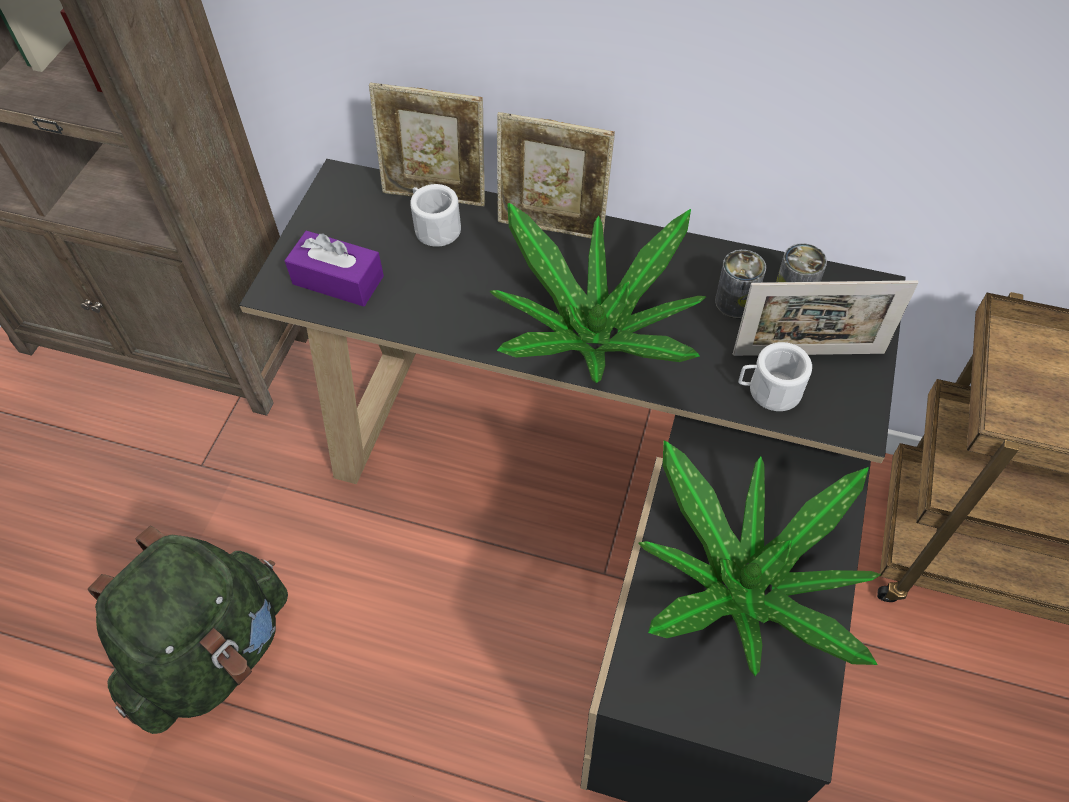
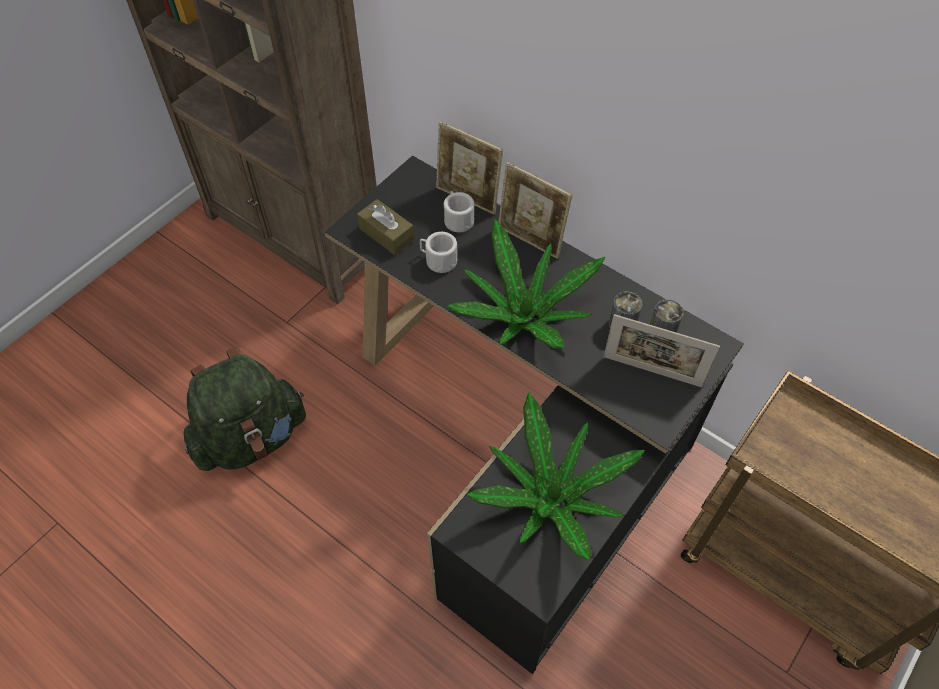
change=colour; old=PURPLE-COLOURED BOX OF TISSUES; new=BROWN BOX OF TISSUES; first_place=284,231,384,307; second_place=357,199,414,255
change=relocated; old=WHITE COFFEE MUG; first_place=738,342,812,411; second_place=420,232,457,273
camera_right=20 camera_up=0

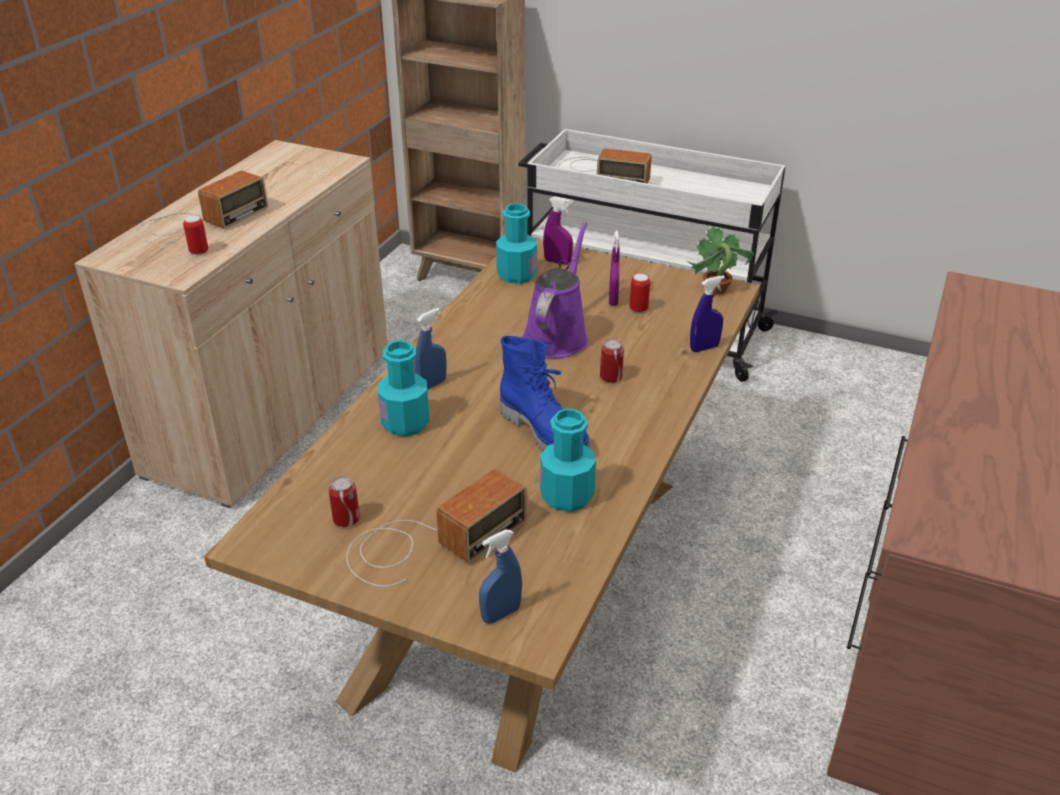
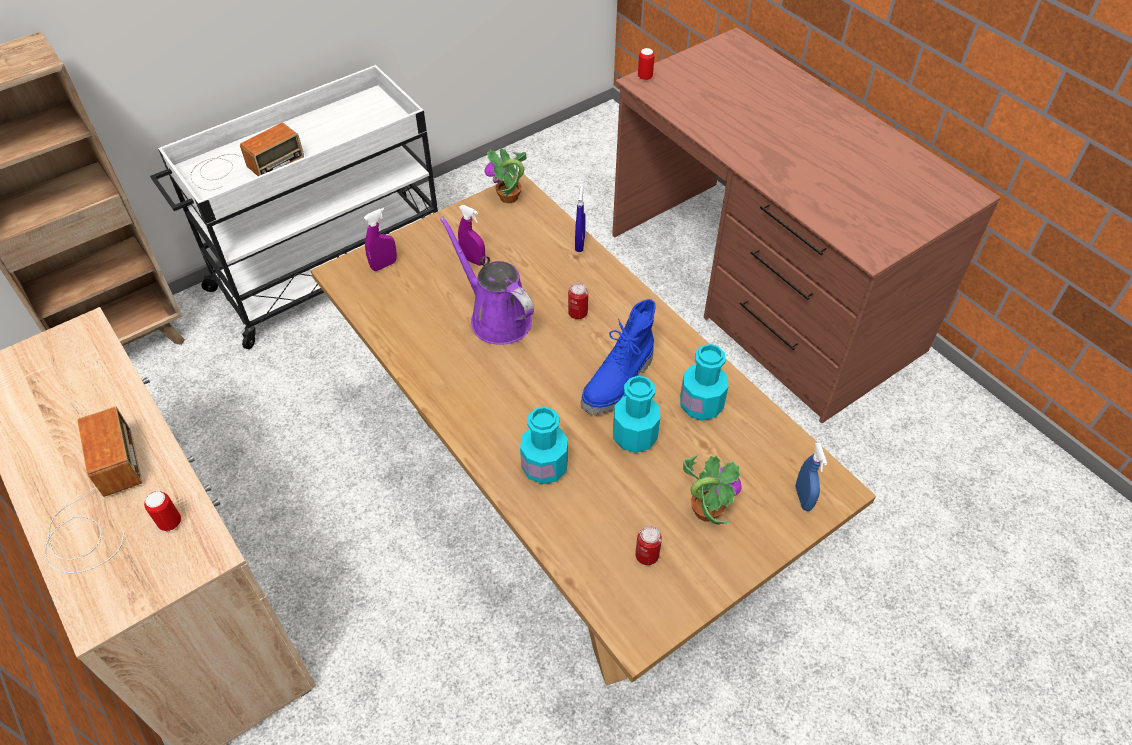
change=relocated; old=TURQUOISE BOTTLE; first_place=496,203,537,284; second_place=613,375,660,453
change=relocated; old=CAN; first_place=629,274,650,313; second_place=638,48,655,80
change=missing; old=BLUE-COLOURED SPRAYER; first_place=414,308,447,390
change=spun; old=BLUE-COLOURED HIGH-TOP BOOT; first_place=500,336,590,452; second_place=581,299,656,415; degrees=135
change=exchanged; old=RADIO RECEIVER; new=HOUSEPLANT; first_place=346,469,527,587; second_place=683,454,742,525
camera_right=-60 camera_up=15

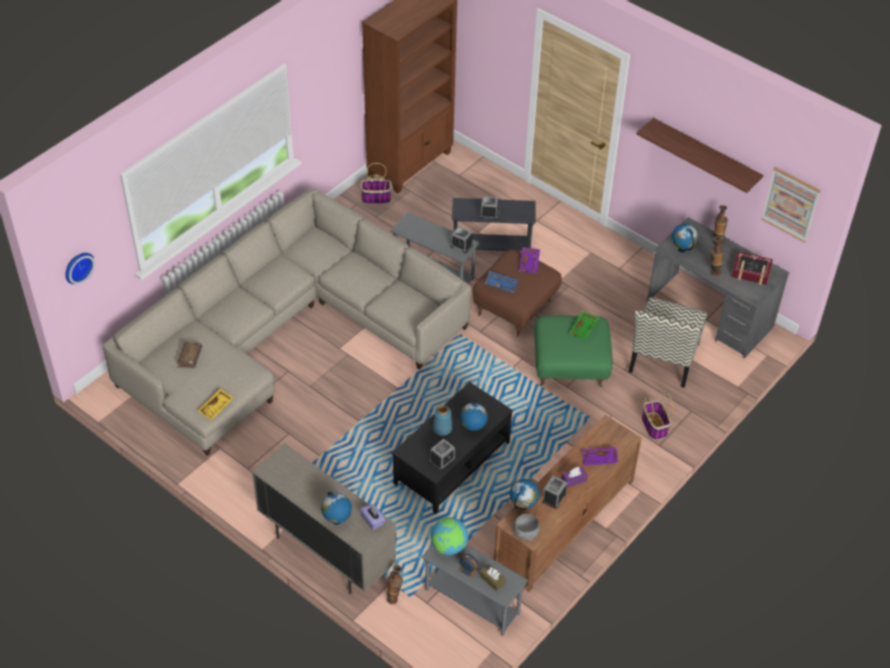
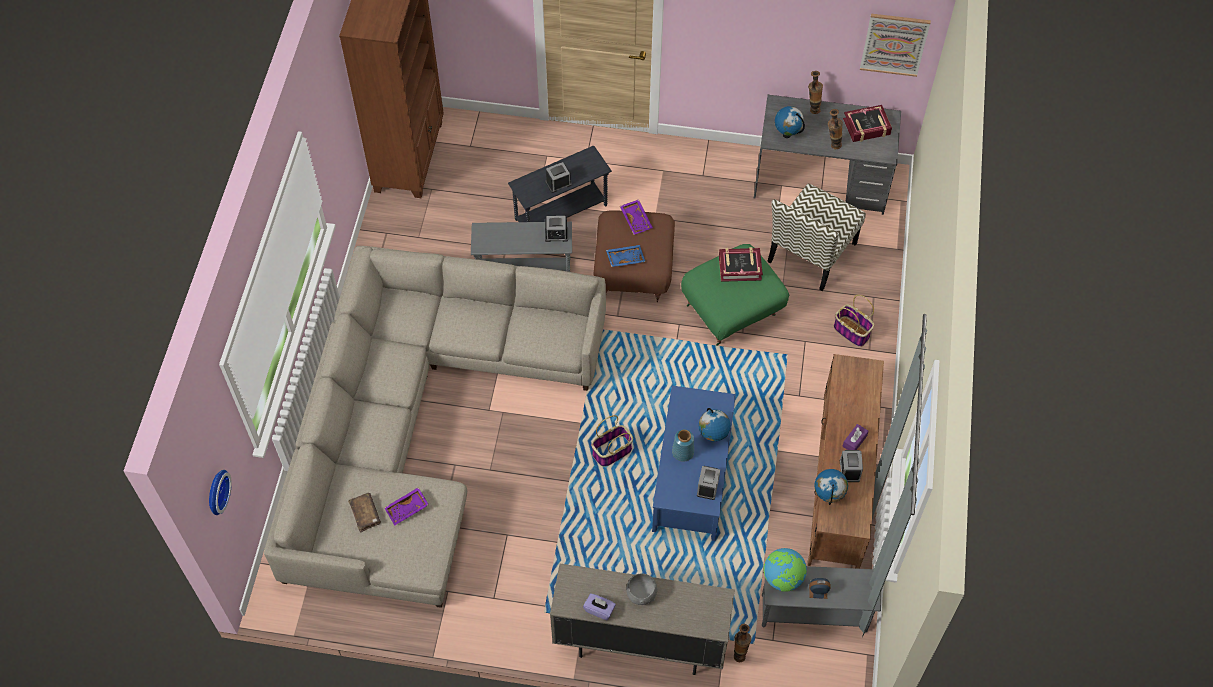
change=missing; old=BRACKET SHELF; first_place=637,118,763,193
change=relocated; old=HOUSEHOLD BASKET; first_place=360,163,391,204; second_place=591,415,633,467
change=spun; old=UPRIGHT CHAIR; first_place=629,297,707,388; second_place=767,184,866,291; degrees=45
change=exchanged; old=GREEN TRAY; new=BOOK; first_place=569,311,599,340; second_place=719,247,763,282
change=colour; old=BLACK-COLOURED COFFEE TABLE; new=BLUE-COLOURED COFFEE TABLE; first_place=392,382,513,514; second_place=652,386,736,541
change=missing; old=YELLOW TRAY; first_place=198,389,234,420
change=relocated; old=PURPLE-COLOURED TRAY; first_place=582,447,618,465; second_place=384,487,429,526
change=missing; old=GLOBE; first_place=321,492,352,525
change=relocated; old=PURPLE-COLOURED BOX OF TISSUES; first_place=360,504,386,530; second_place=583,593,616,620
change=relocated; old=GREYISH DEEP DISH; first_place=513,514,540,541; second_place=626,573,658,605
change=missing; old=BROWN BOX OF TISSUES; first_place=480,564,506,591
camera_right=-30 camera_up=10

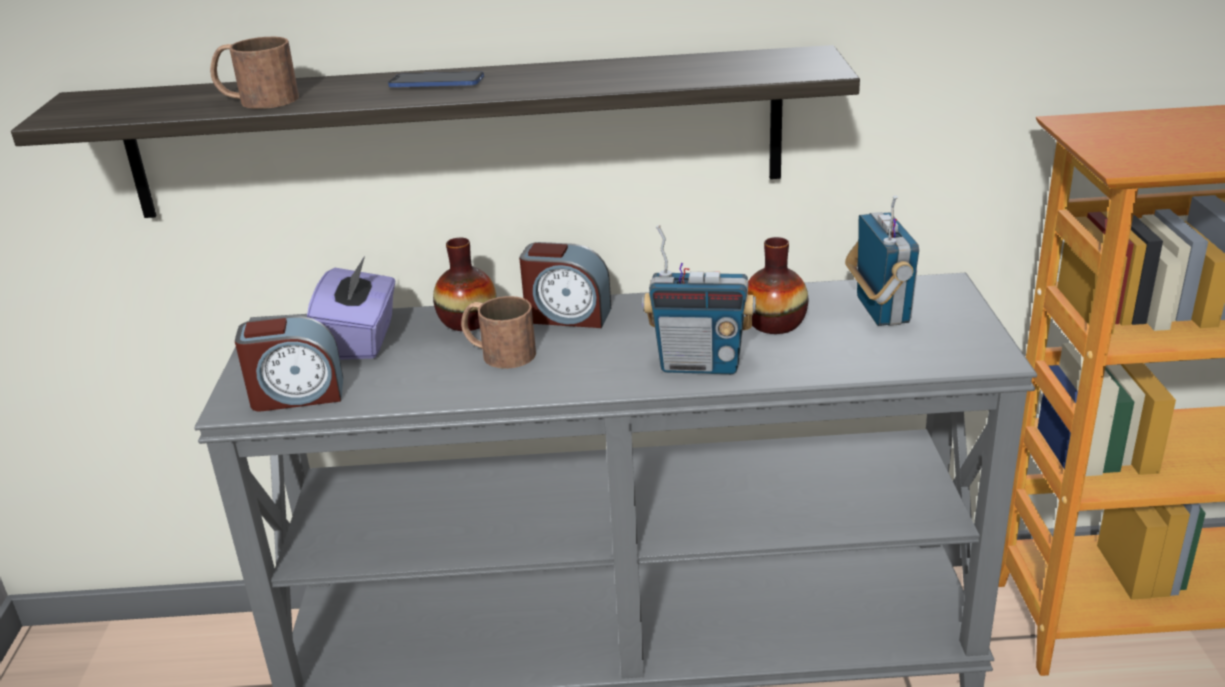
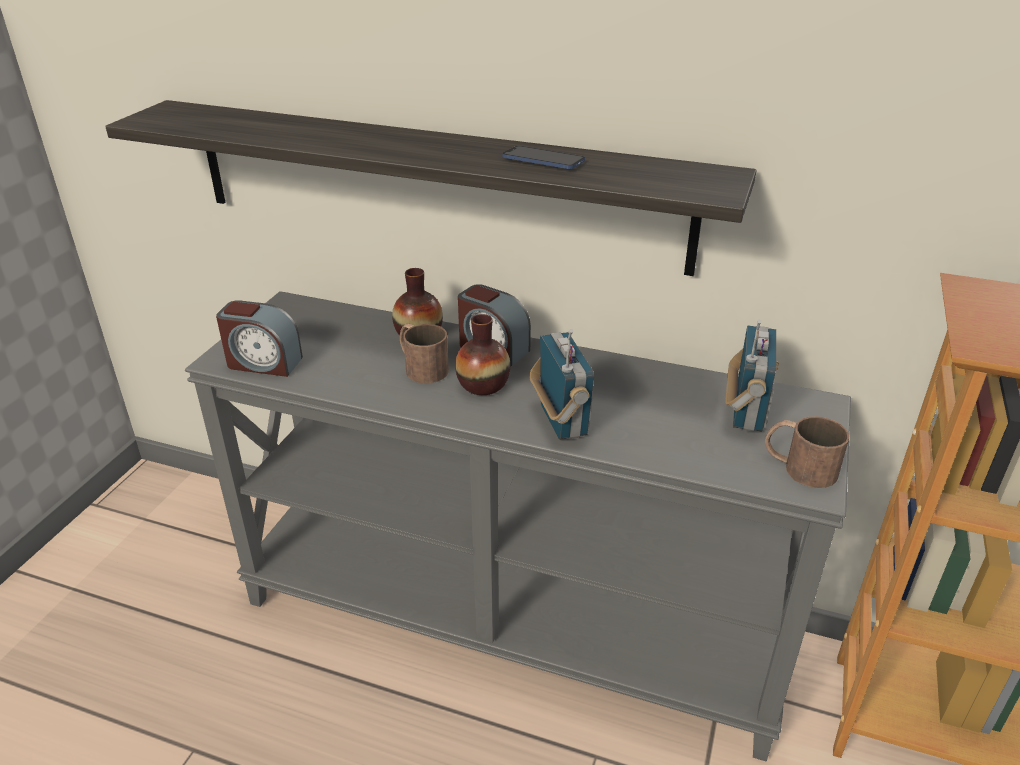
change=relocated; old=BROWN COFFEE MUG; first_place=210,37,299,109; second_place=765,416,849,488
change=relocated; old=TELEPHONE; first_place=388,71,484,87; second_place=502,146,585,169
change=spun; old=RADIO RECEIVER; first_place=642,225,756,374; second_place=529,329,594,440; degrees=-135
change=relocated; old=FLOWER VASE; first_place=746,237,808,334; second_place=455,314,510,395
change=missing; old=PURPLE-COLOURED BOX OF TISSUES; first_place=307,256,395,360
camera_right=20 camera_up=5

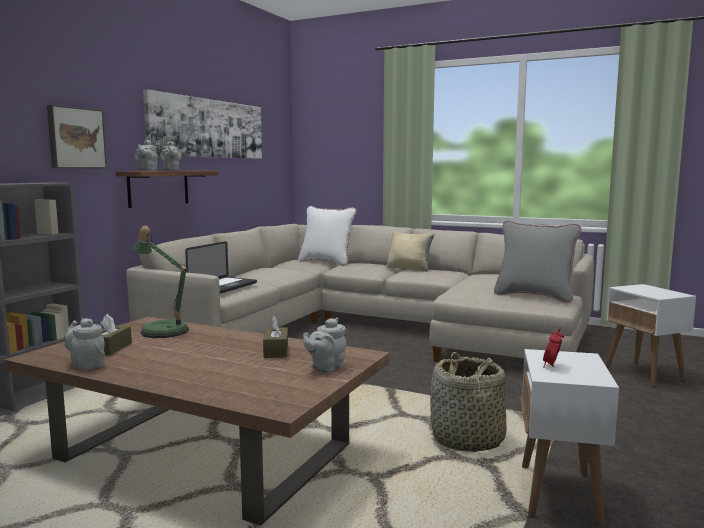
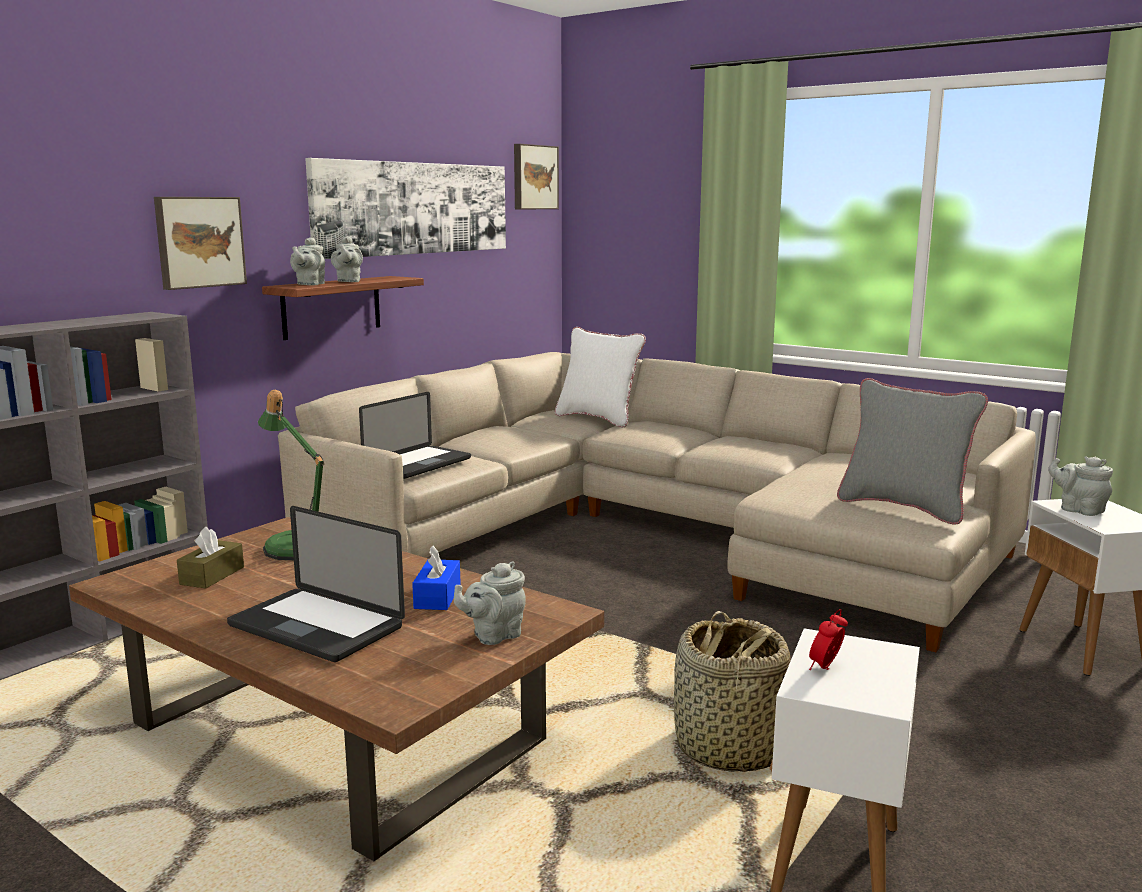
change=missing; old=BEIGE-COLOURED CUSHION; first_place=387,231,435,272
change=colour; old=BROWN BOX OF TISSUES; new=BLUE-COLOURED BOX OF TISSUES; first_place=263,316,288,358; second_place=412,545,461,610
change=relocated; old=GREYISH POT FOR TEA; first_place=64,318,105,370; second_place=1048,456,1113,516
change=appeared; new=WALL PICTURE; second_place=514,144,559,210
change=appeared; new=PORTABLE COMPUTER; second_place=227,506,405,662
camera_right=10 camera_up=5

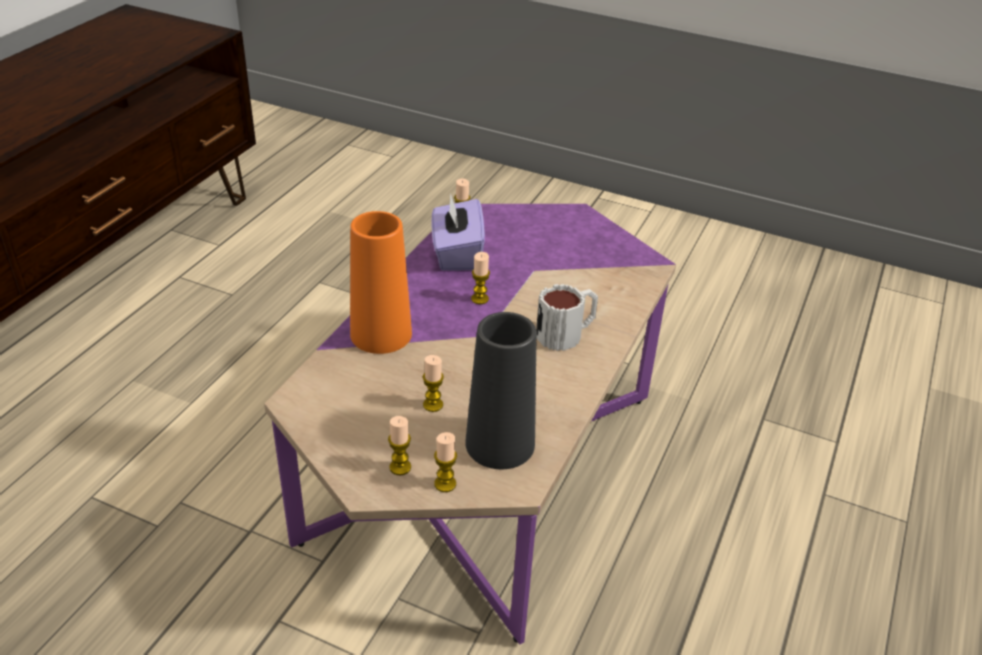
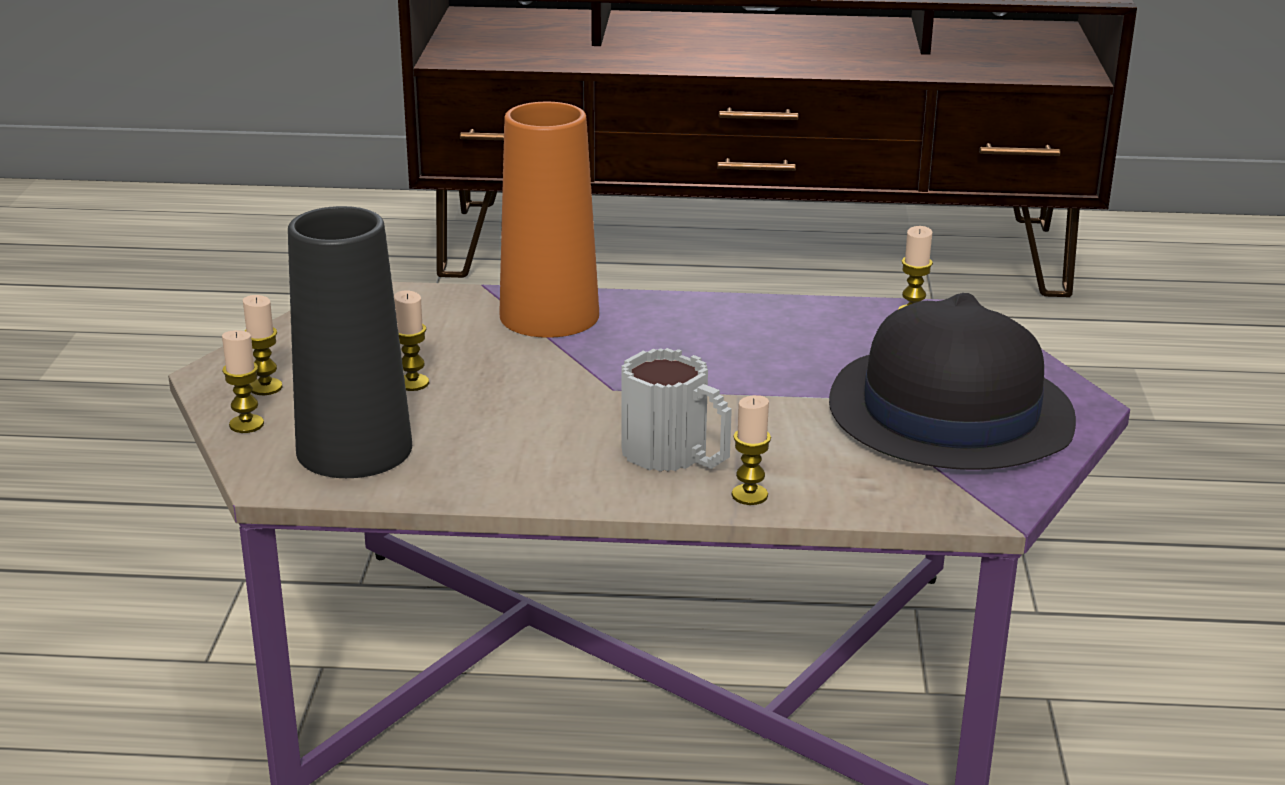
change=missing; old=PURPLE-COLOURED BOX OF TISSUES; first_place=432,193,485,271
change=relocated; old=WAX LIGHT; first_place=471,252,490,304; second_place=732,395,771,505
change=appeared; new=BLACK-COLOURED WEARABLE HAT; second_place=829,293,1076,470
camera_right=70 camera_up=-10

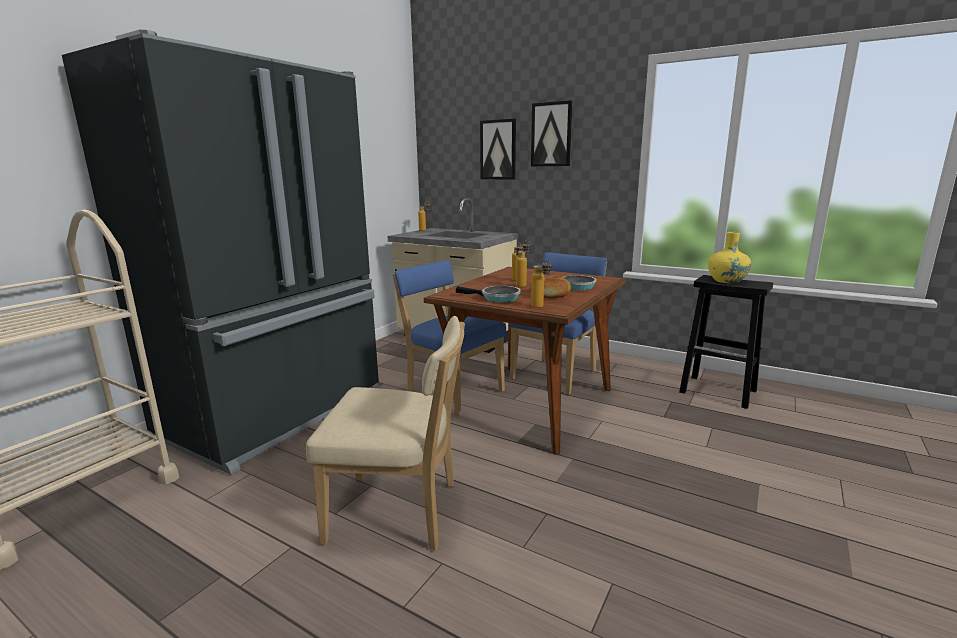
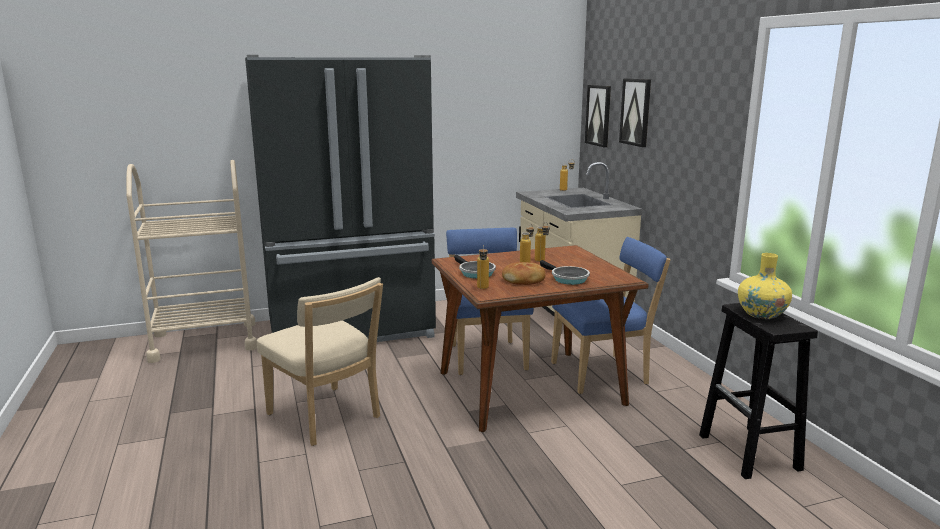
change=relocated; old=WALL PICTURE; first_place=531,100,572,166; second_place=585,85,611,147
camera_right=40 camera_up=0

